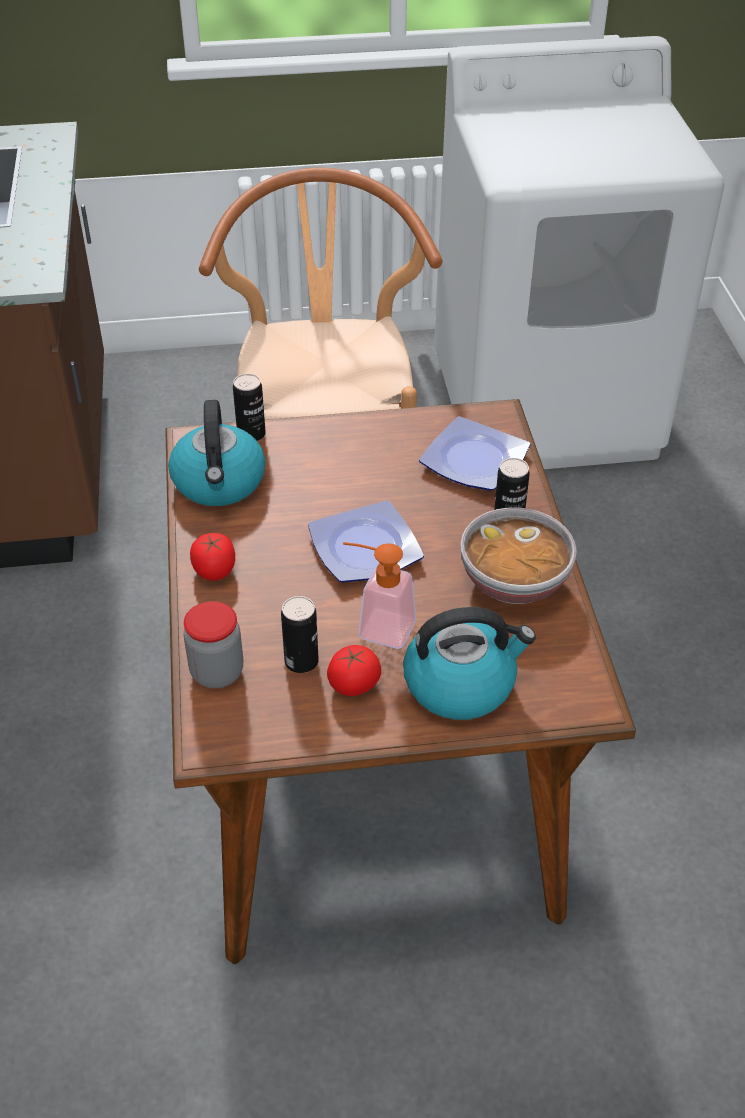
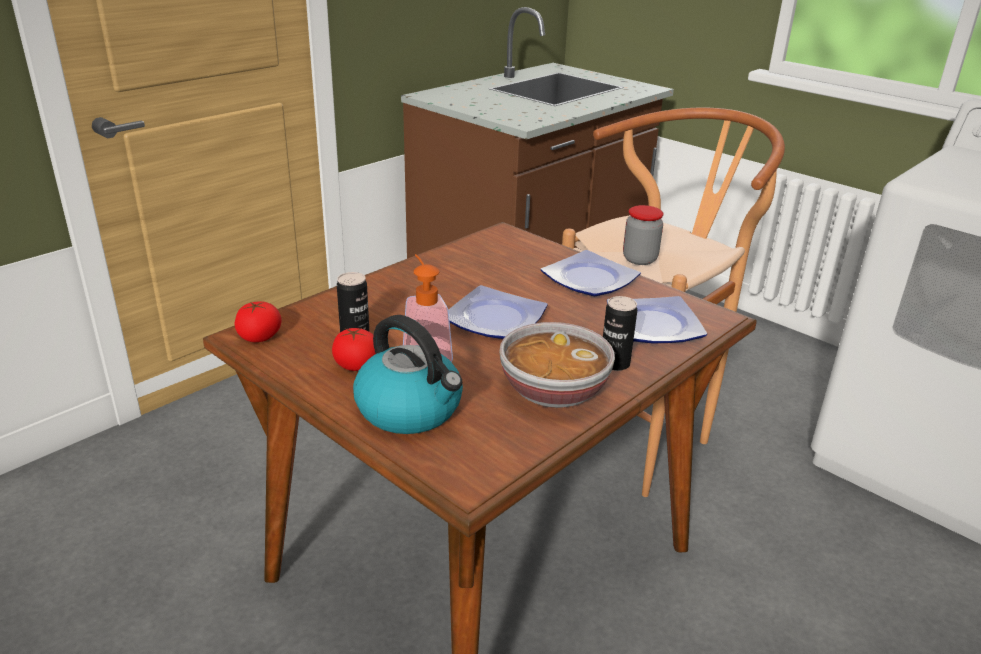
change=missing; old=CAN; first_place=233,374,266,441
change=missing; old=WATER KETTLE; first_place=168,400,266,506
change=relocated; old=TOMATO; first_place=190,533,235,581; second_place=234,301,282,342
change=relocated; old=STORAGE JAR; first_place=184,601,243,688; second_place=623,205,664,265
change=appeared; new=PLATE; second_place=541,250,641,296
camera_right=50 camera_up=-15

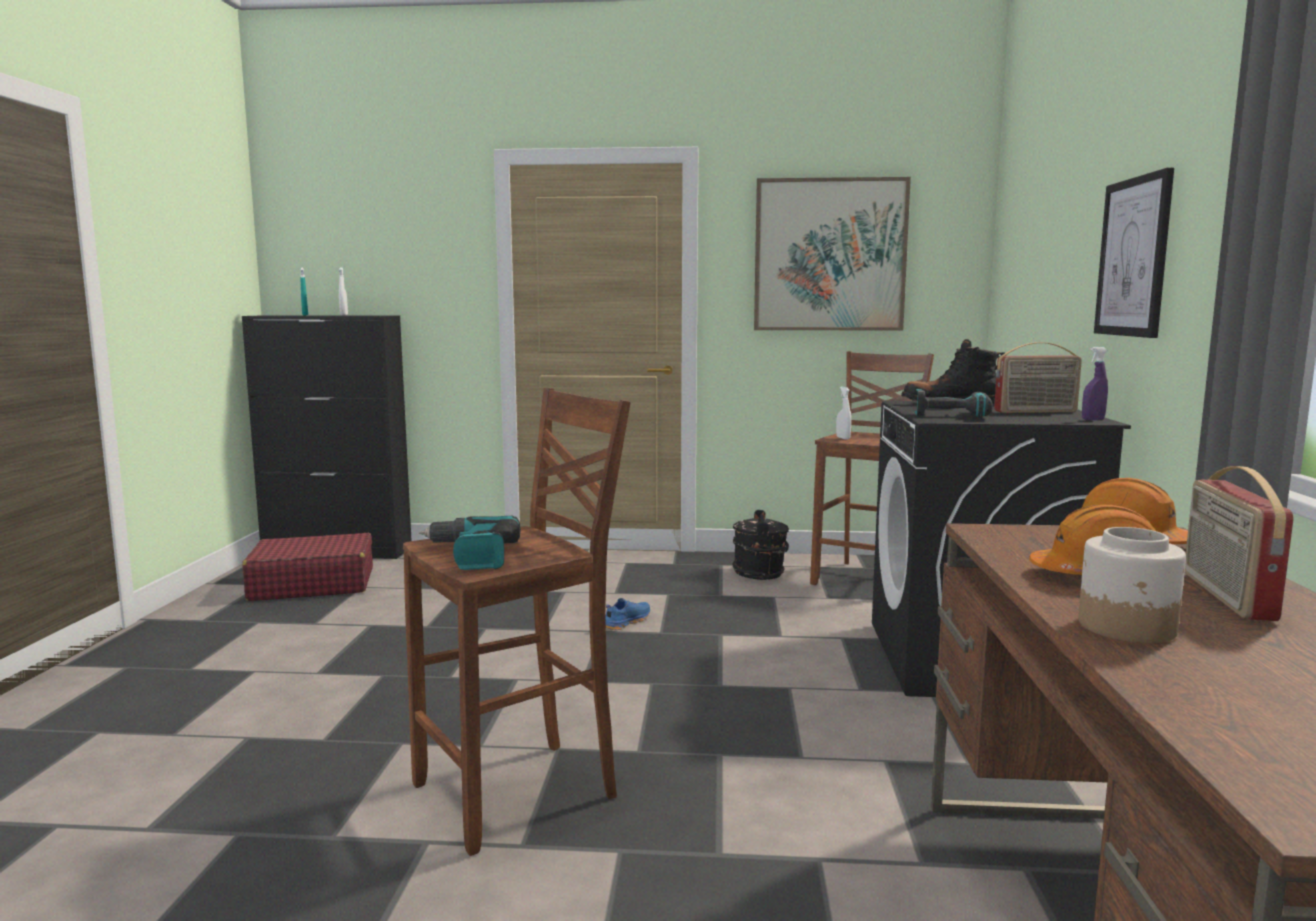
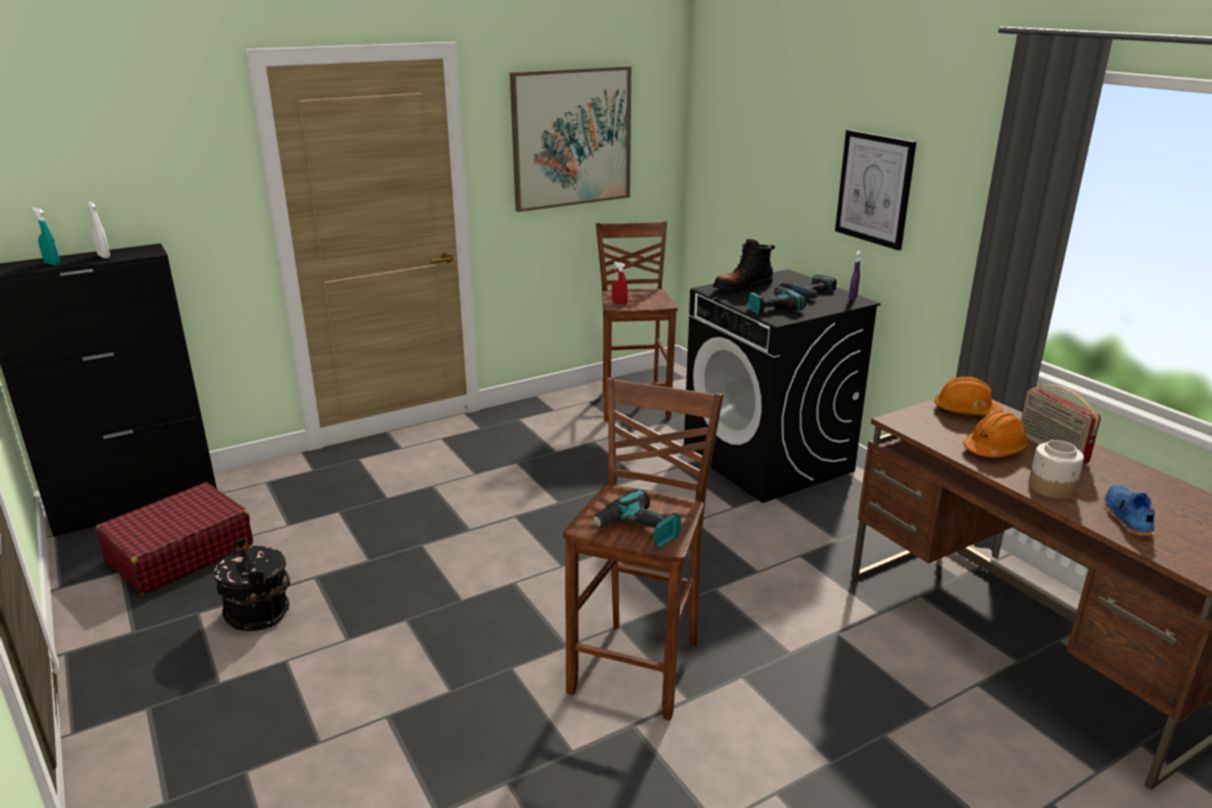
change=exchanged; old=RADIO RECEIVER; new=POWER DRILL; first_place=994,342,1082,413; second_place=778,274,837,299
change=colour; old=WHITE SPRAYER; new=RED-COLOURED SPRAYER; first_place=836,387,851,440; second_place=612,262,628,305
change=relocated; old=BLACK-COLOURED PAIL; first_place=732,510,789,580; second_place=214,538,290,631
change=relocated; old=BLUE-COLOURED LOW SHOE; first_place=605,598,650,630; second_place=1104,484,1155,536
camera_right=-35 camera_up=15

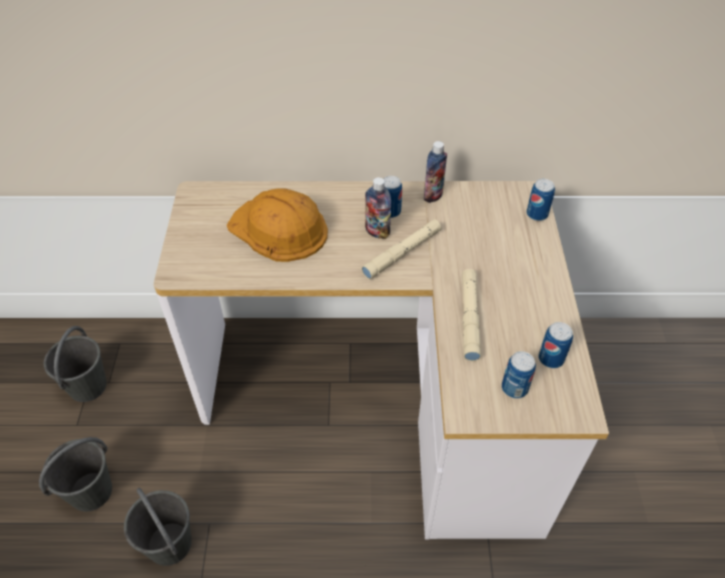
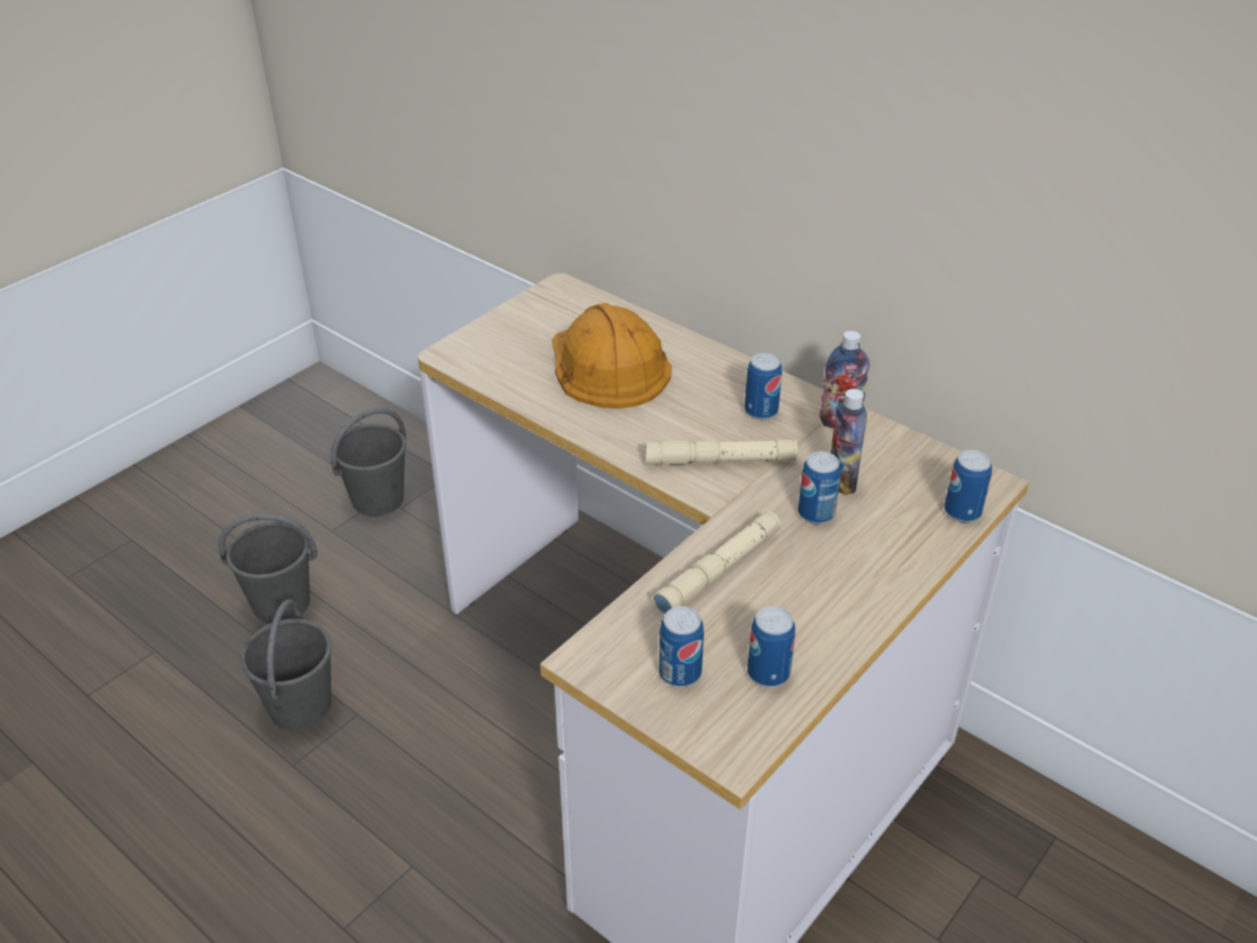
change=relocated; old=BOTTLE; first_place=365,177,391,239; second_place=830,389,867,495
change=appeared; new=CAN; second_place=798,451,841,524
camera_right=40 camera_up=-10

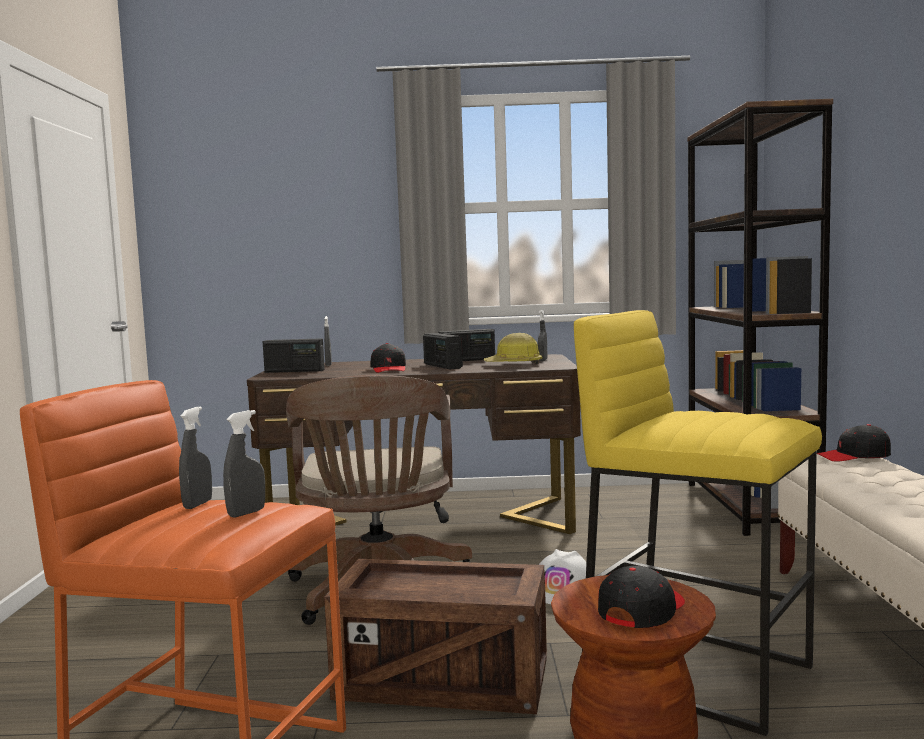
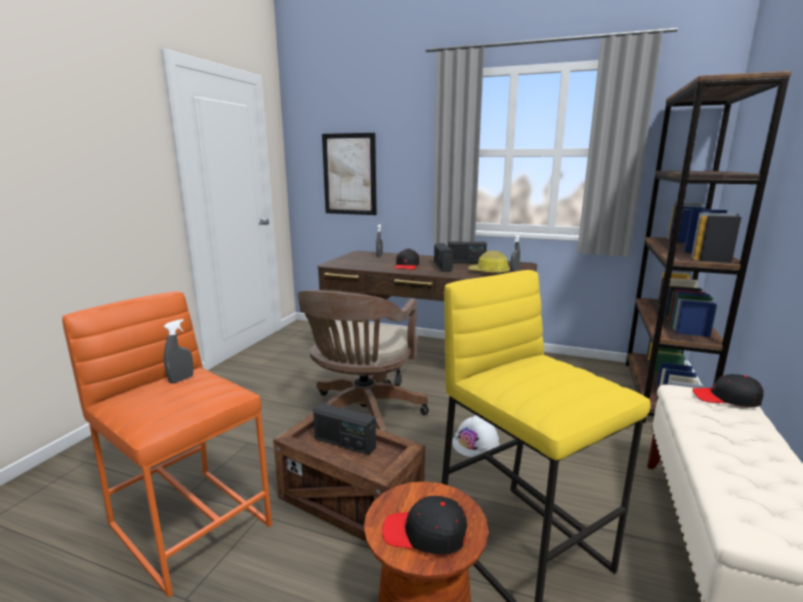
change=relocated; old=RADIO RECEIVER; first_place=263,338,325,373; second_place=313,403,376,455
change=missing; old=GREYISH SPRAYER; first_place=223,410,265,517
change=spun; old=BLACK-COLOURED CAP; first_place=598,566,685,628; second_place=382,496,467,555; degrees=-135
change=appeared; new=WALL PICTURE; second_place=322,133,377,215
camera_right=20 camera_up=10

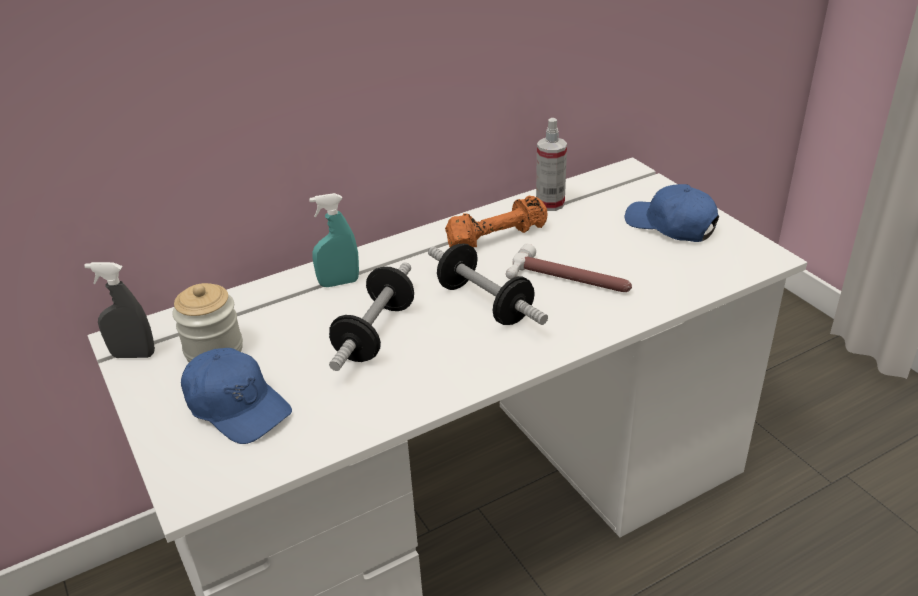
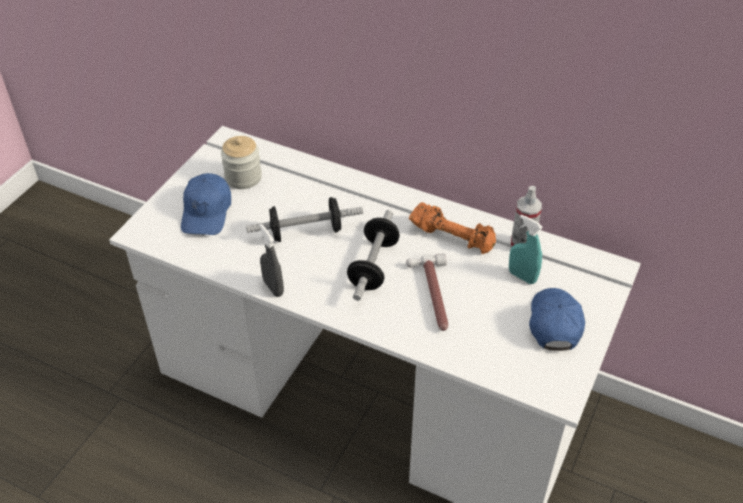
change=relocated; old=TURQUOISE SPRAYER; first_place=309,193,359,287; second_place=509,214,543,284
change=relocated; old=GREYISH SPRAYER; first_place=84,262,155,358; second_place=259,224,284,297
camera_right=55 camera_up=10

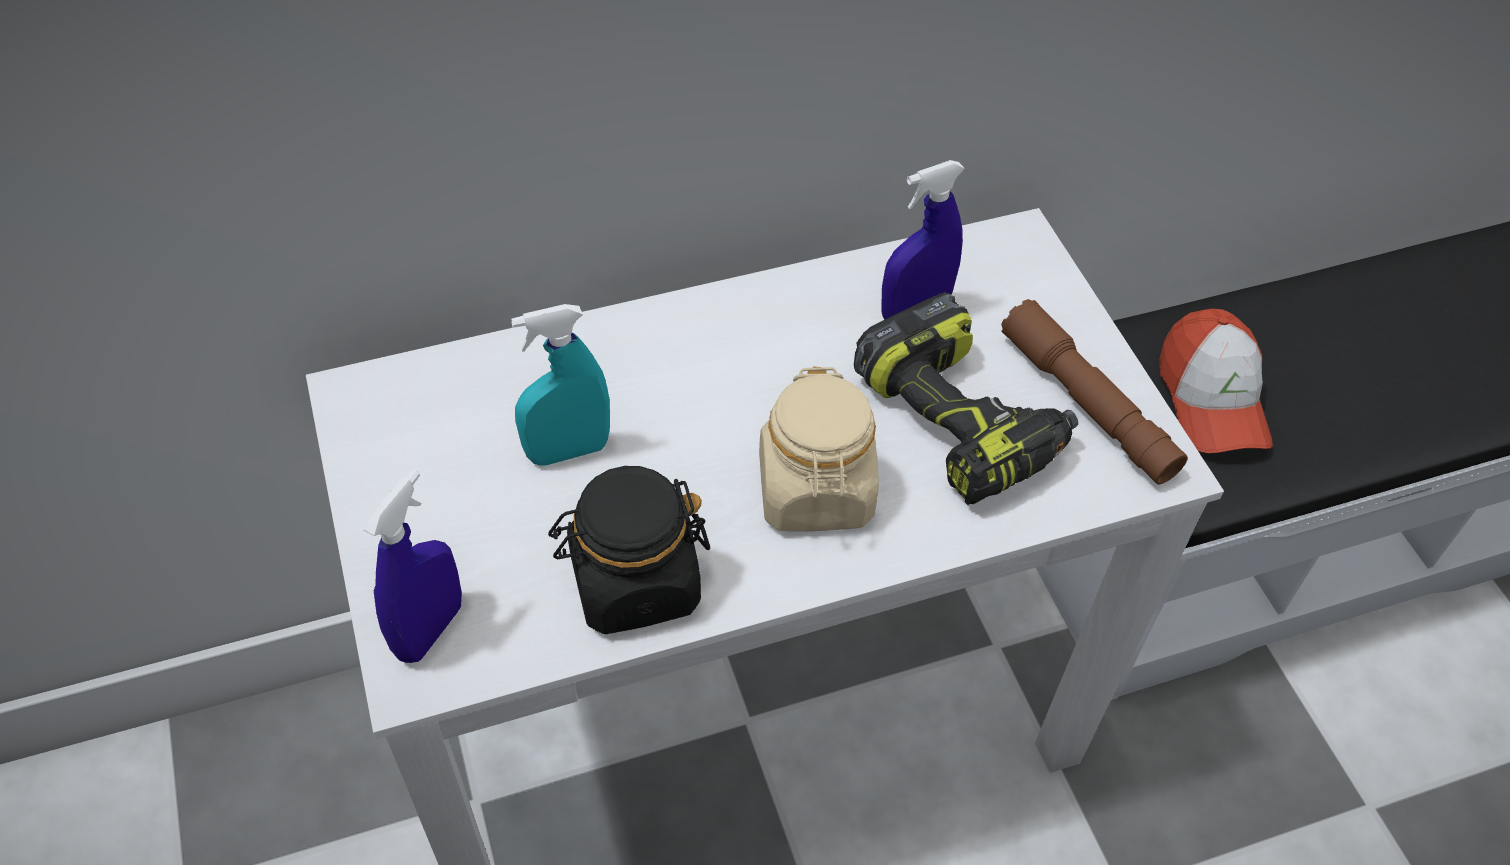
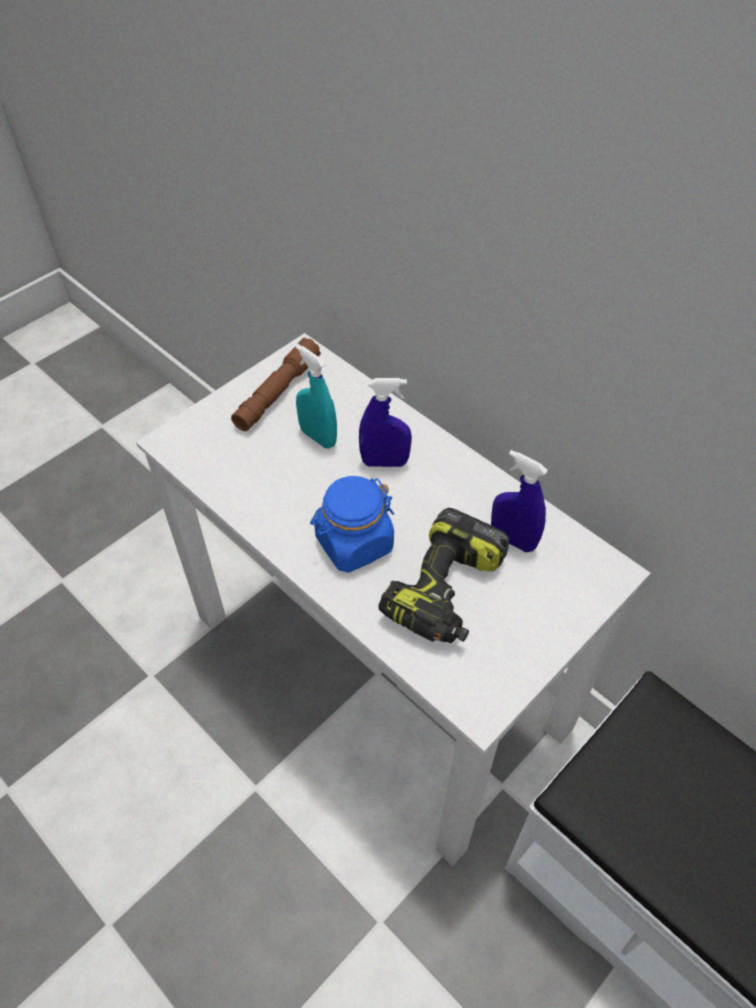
change=relocated; old=BROWN FLASHLIGHT; first_place=1001,299,1188,485; second_place=231,337,321,431
change=missing; old=CAP; first_place=1159,309,1273,454
change=colour; old=BEIGE-COLOURED STORAGE JAR; new=BLUE-COLOURED STORAGE JAR; first_place=759,367,879,531; second_place=310,476,394,573
change=missing; old=BLACK-COLOURED STORAGE JAR; first_place=548,466,710,634
change=relocated; old=BLUE-COLOURED SPRAYER; first_place=363,469,462,663; second_place=359,378,412,467
camera_right=65 camera_up=0

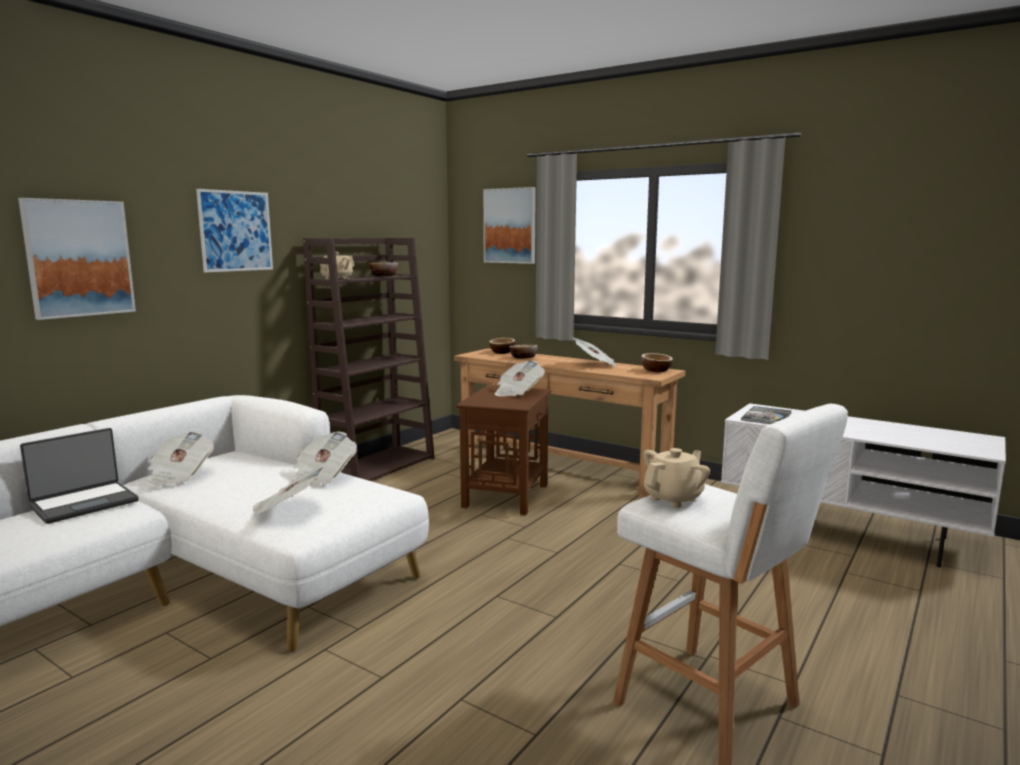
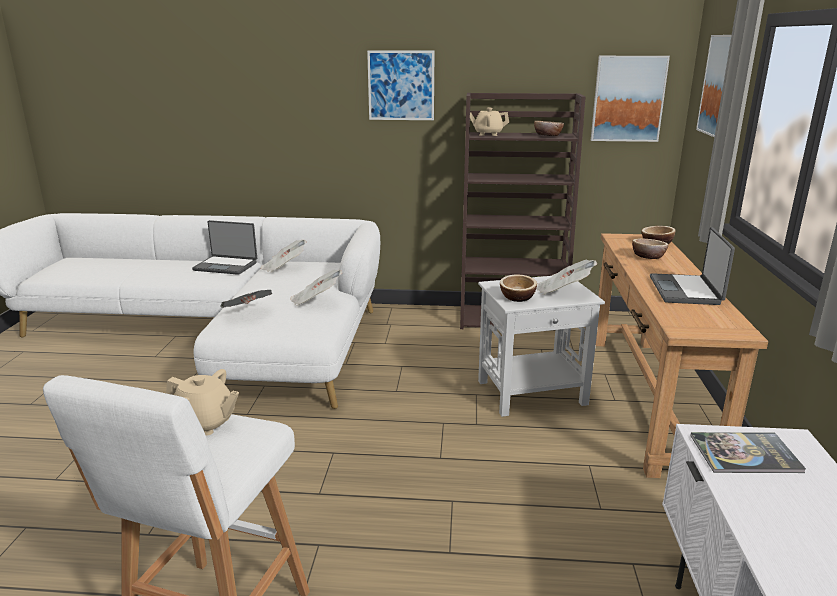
change=relocated; old=WALL PICTURE; first_place=18,198,136,320; second_place=591,56,670,142
change=exchanged; old=PRINTED PAPER; new=PORTABLE COMPUTER; first_place=572,337,618,367; second_place=650,227,735,305
change=relocated; old=DEEP DISH; first_place=641,353,673,372; second_place=500,274,537,302
change=colour; old=BROWN END TABLE; new=WHITE END TABLE; first_place=456,386,551,515; second_place=478,276,605,417
camera_right=60 camera_up=10

